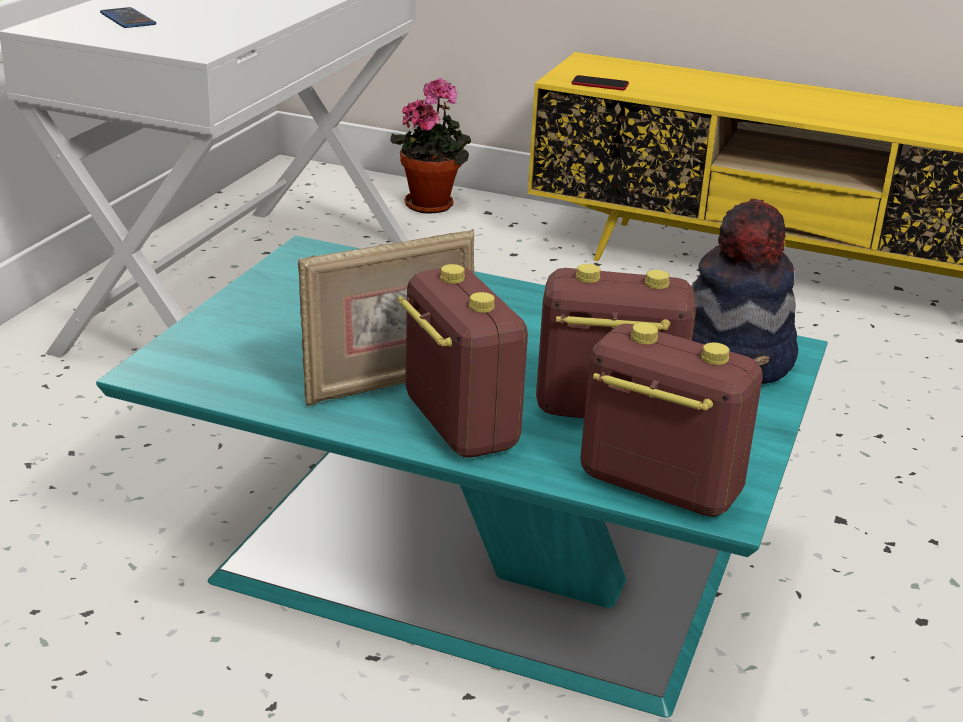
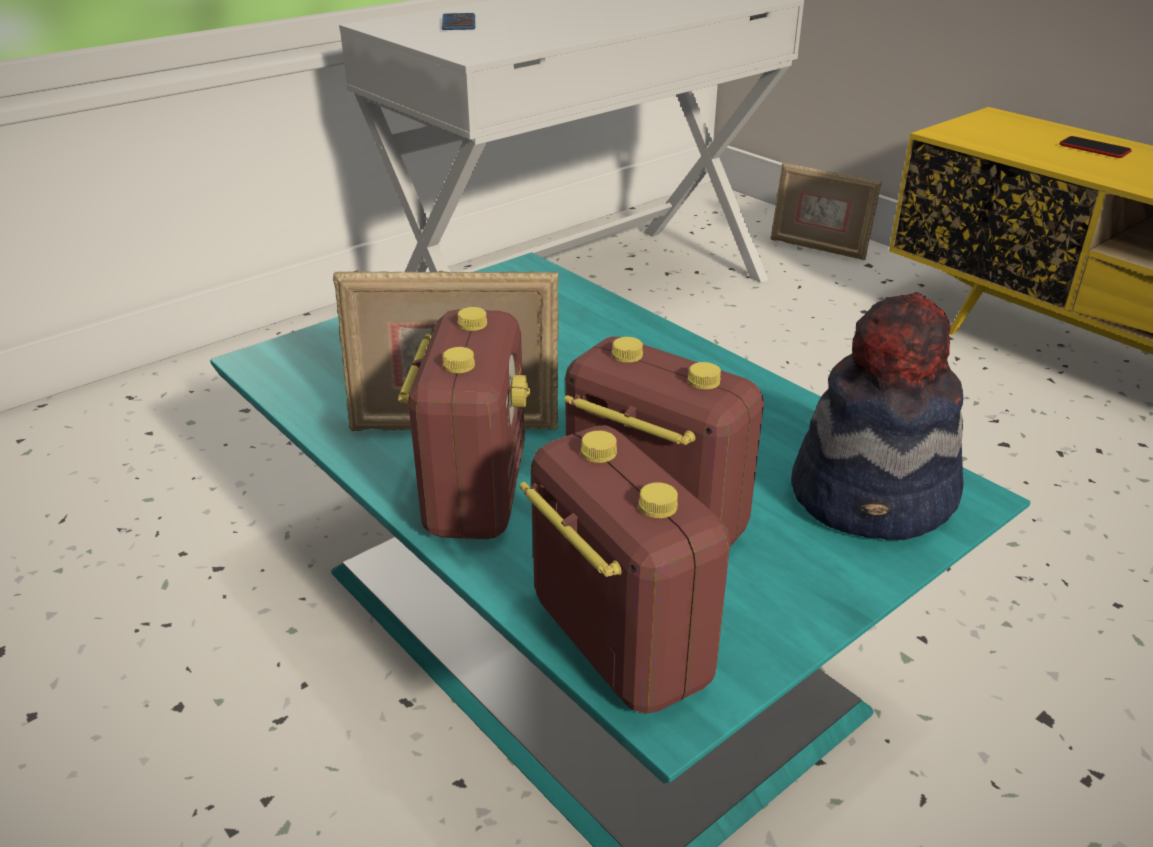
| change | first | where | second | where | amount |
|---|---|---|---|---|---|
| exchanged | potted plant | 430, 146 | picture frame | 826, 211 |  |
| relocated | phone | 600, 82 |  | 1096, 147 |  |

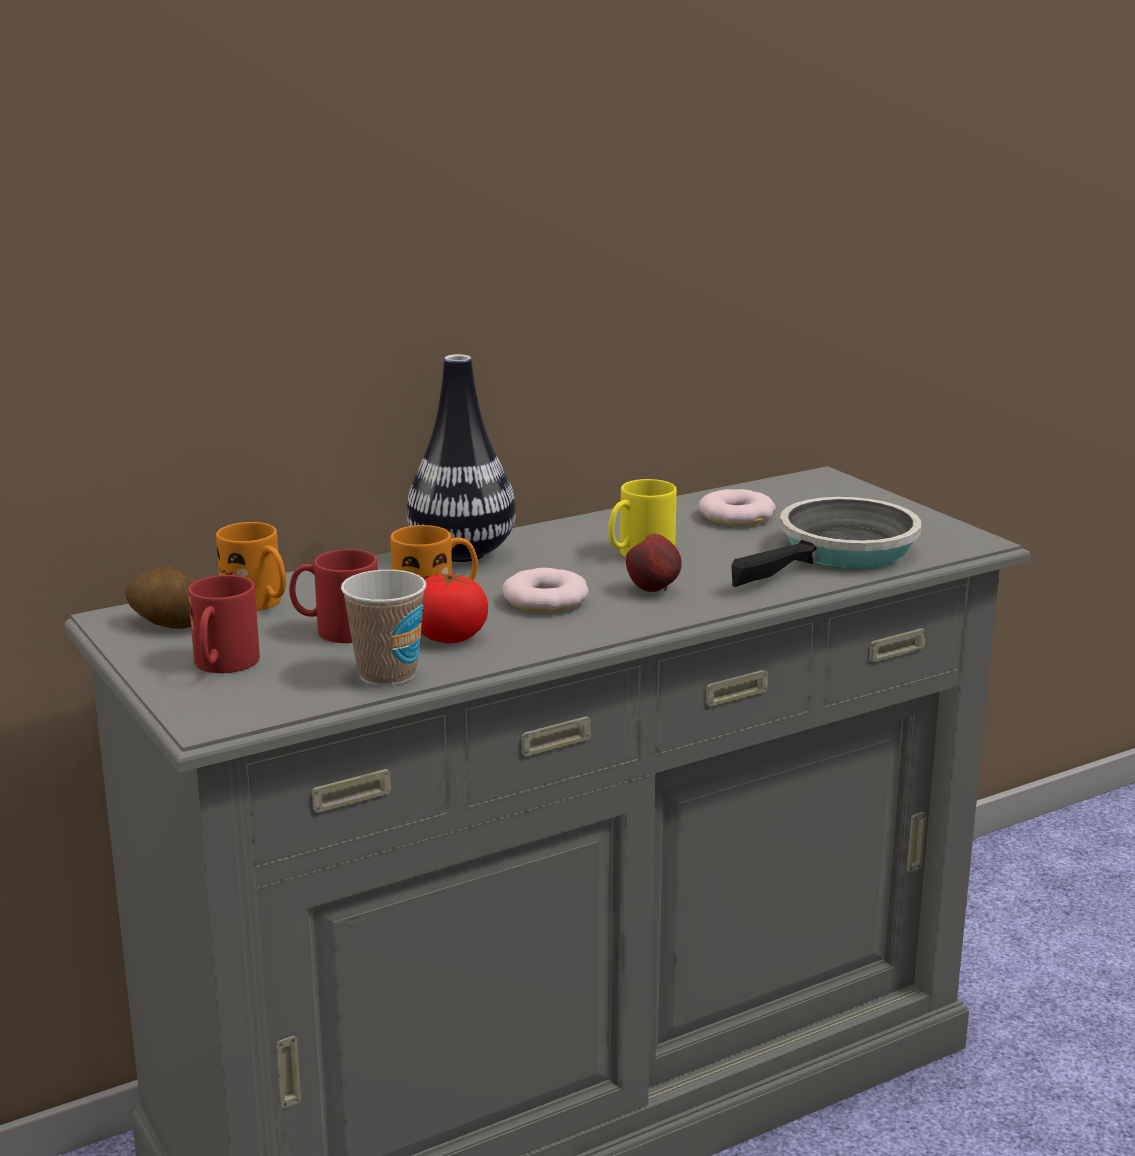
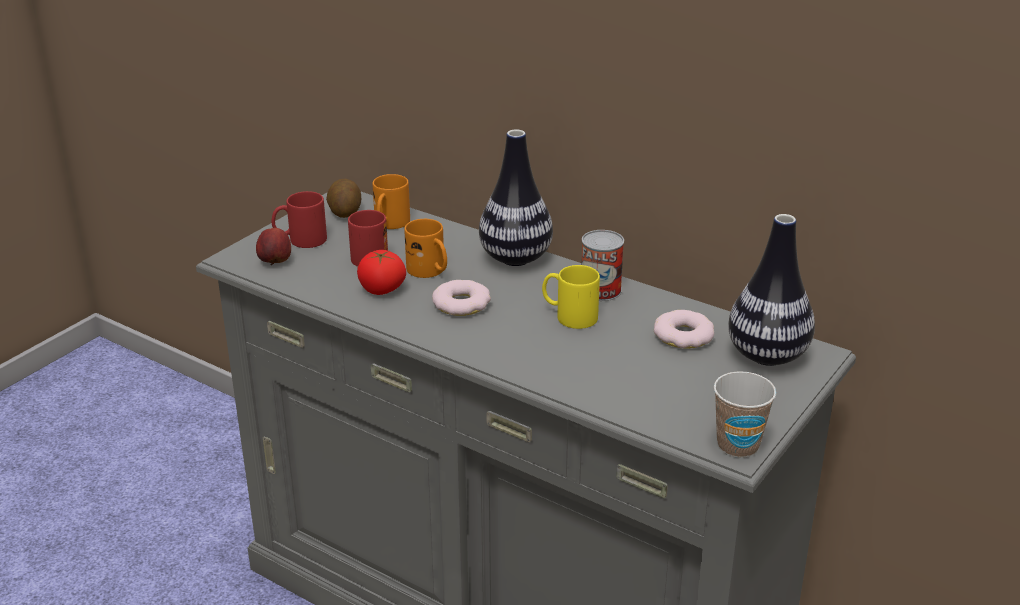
| change | first | where | second | where | amount |
|---|---|---|---|---|---|
| relocated | cup | 383, 628 |  | 745, 414 |  |
| relocated | apple | 654, 563 |  | 273, 246 |  |
| missing | frying pan | 826, 542 |  |  |  |
| appeared |  |  | can | 602, 265 |  |
| appeared |  |  | vase | 771, 290 |  |

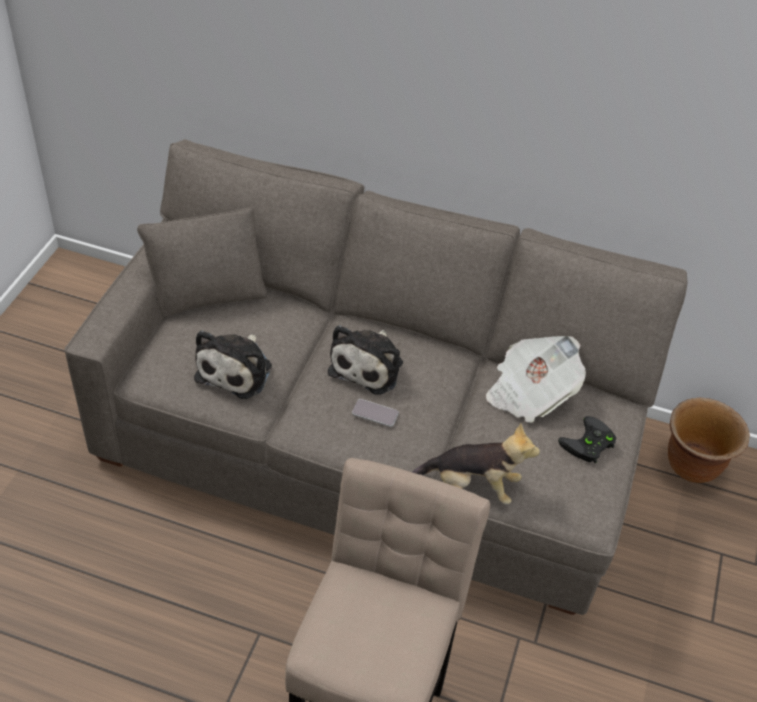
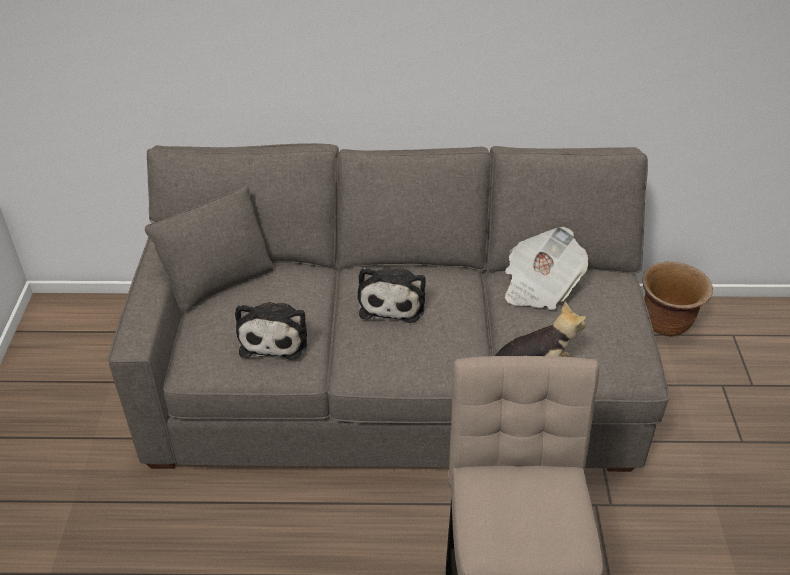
| change | first | where | second | where | amount |
|---|---|---|---|---|---|
| missing | phone | 375, 413 |  |  |  |
| missing | black game controller | 587, 439 |  |  |  |

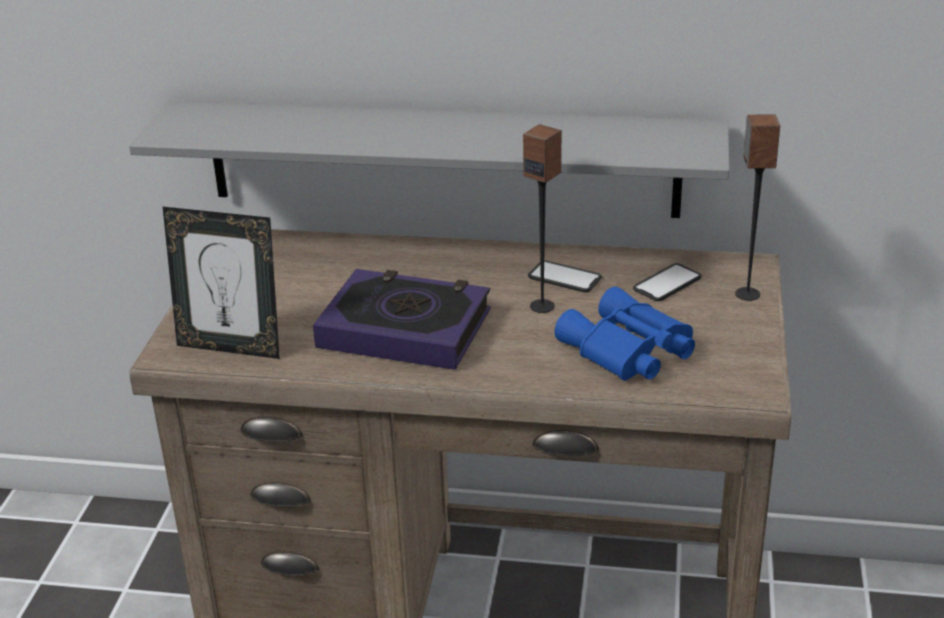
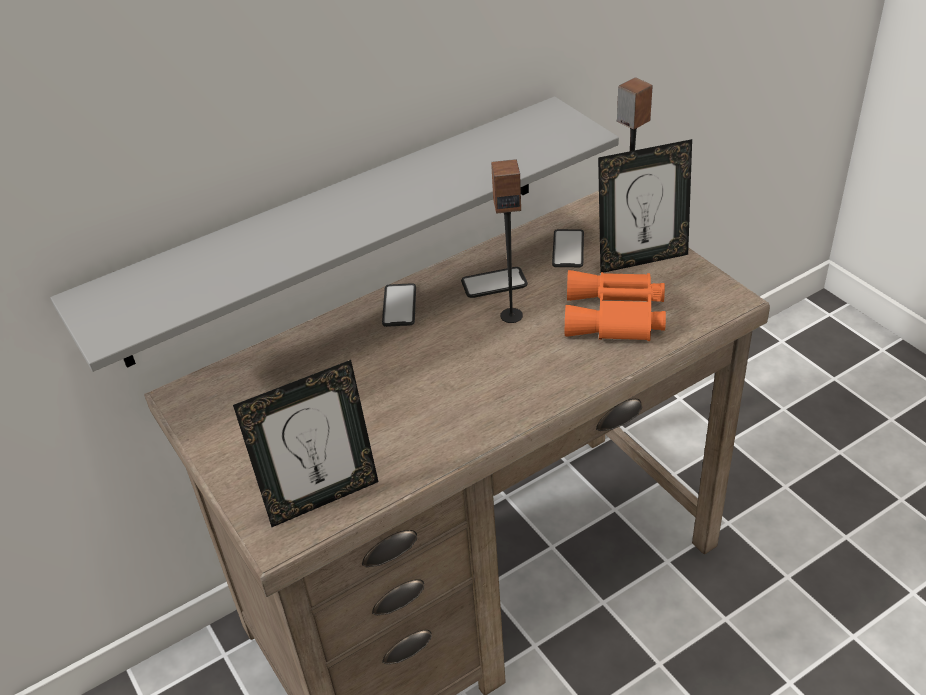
| change | first | where | second | where | amount |
|---|---|---|---|---|---|
| missing | book | 402, 319 |  |  |  |
| colour | blue binoculars | 624, 334 | orange binoculars | 615, 305 |  |
| appeared |  |  | phone | 399, 305 |  |
| appeared |  |  | picture frame | 645, 206 |  |

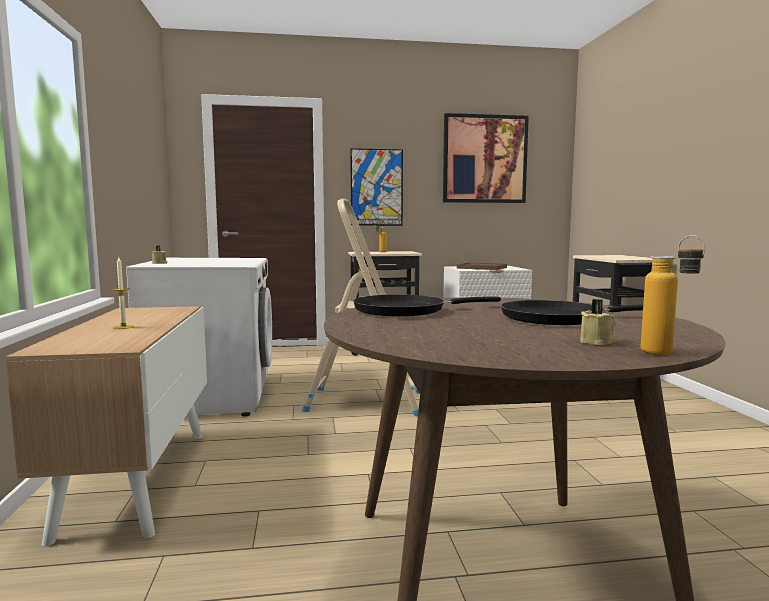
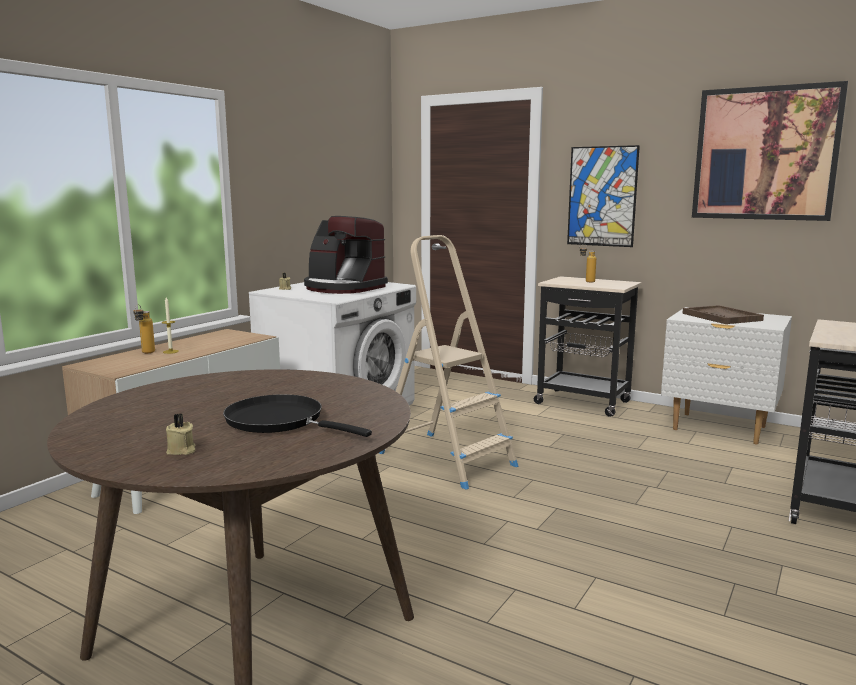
| change | first | where | second | where | amount |
|---|---|---|---|---|---|
| missing | black frying pan | 427, 305 |  |  |  |
| relocated | bottle | 673, 295 |  | 144, 329 |  |
| appeared |  |  | coffee machine | 346, 255 |  |

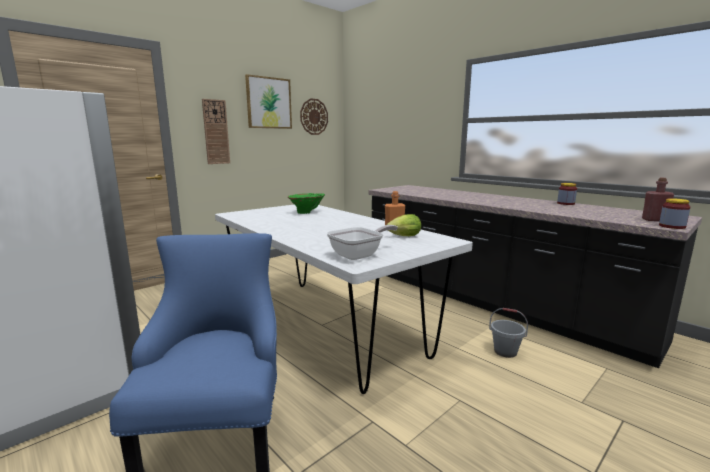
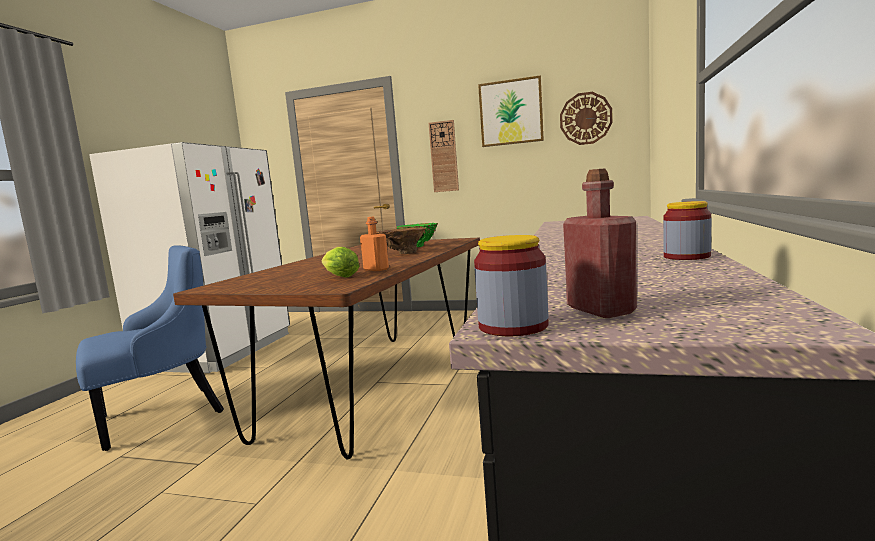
| change | first | where | second | where | amount |
|---|---|---|---|---|---|
| colour | white dining table | 344, 299 | brown dining table | 326, 349 |  |
| missing | frying pan | 362, 242 |  |  |  |
| missing | grey bucket | 508, 333 |  |  |  |
| appeared |  |  | brown vase | 401, 240 |  |

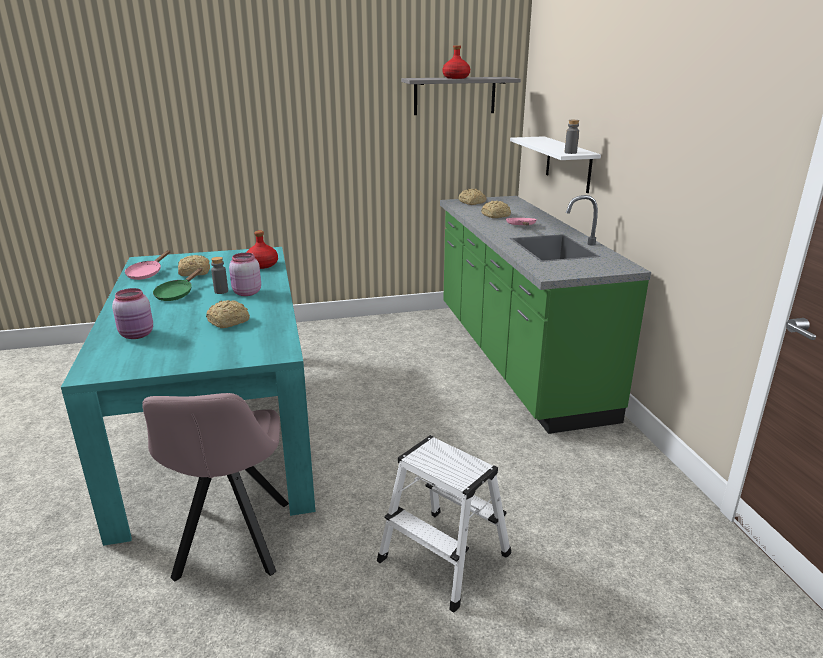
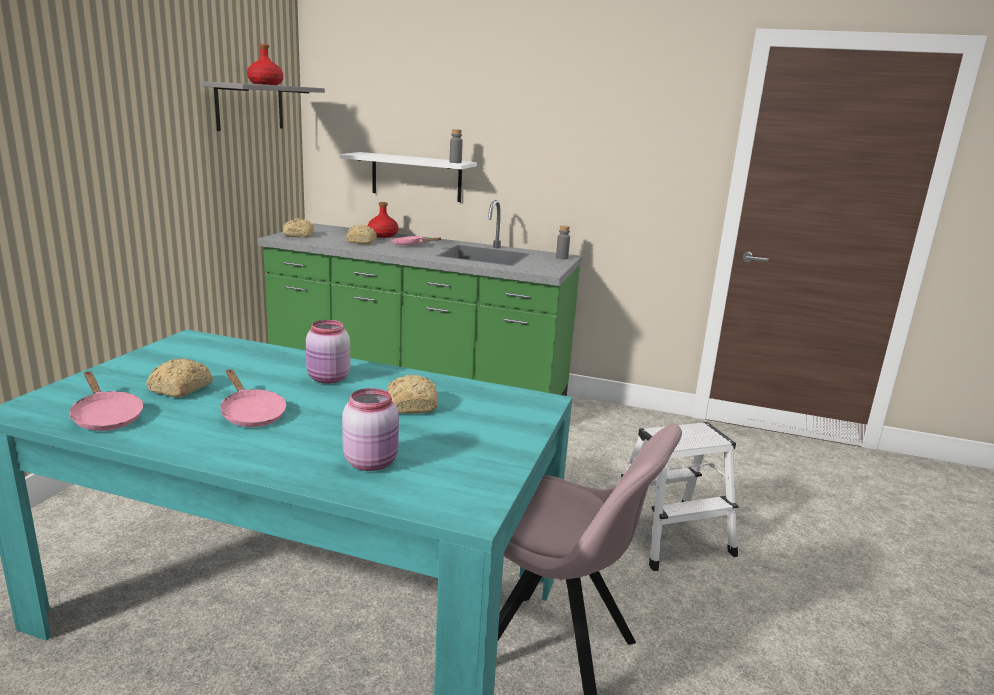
| change | first | where | second | where | amount |
|---|---|---|---|---|---|
| colour | green frying pan | 177, 284 | pink frying pan | 253, 398 |  |
| relocated | grey bottle | 219, 275 |  | 563, 242 |  |
| relocated | red bottle | 262, 250 |  | 383, 220 |  |

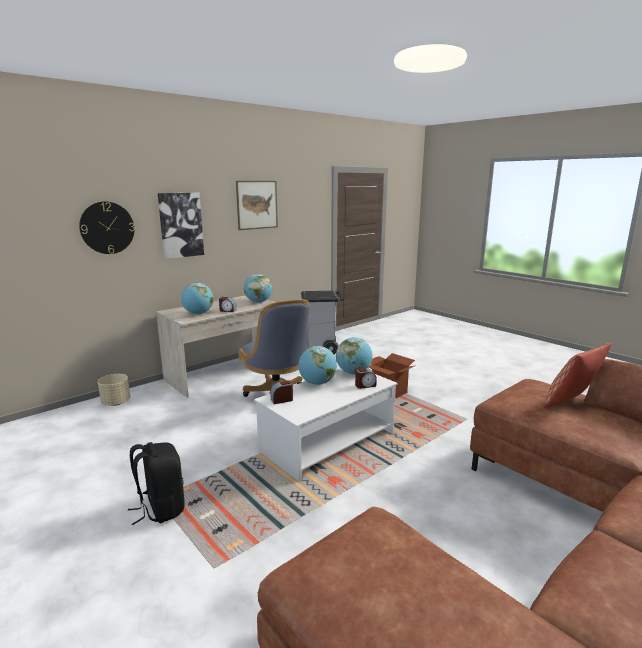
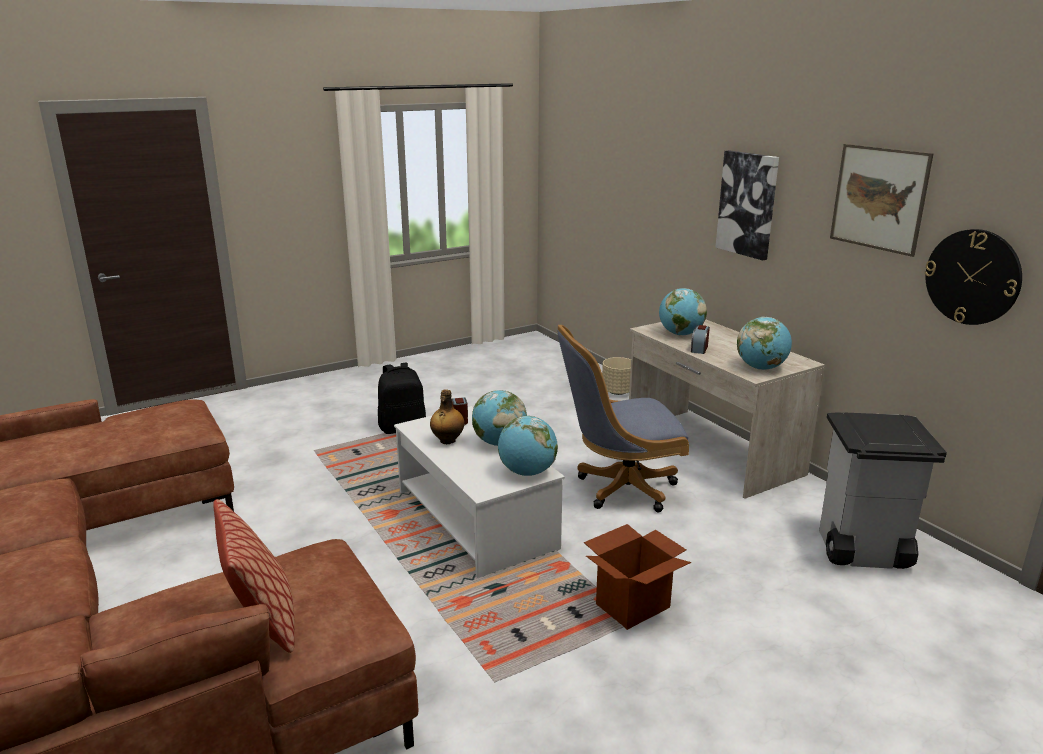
| change | first | where | second | where | amount |
|---|---|---|---|---|---|
| relocated | wall clock | 107, 227 |  | 973, 277 |  |
| missing | alarm clock | 366, 378 |  |  |  |
| appeared |  |  | bottle | 447, 417 |  |

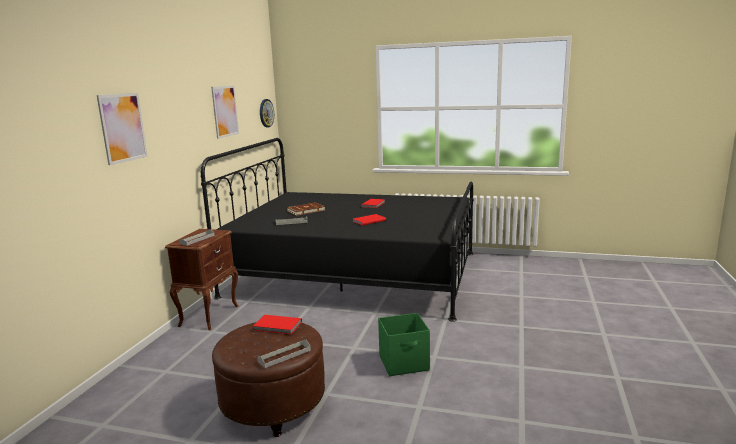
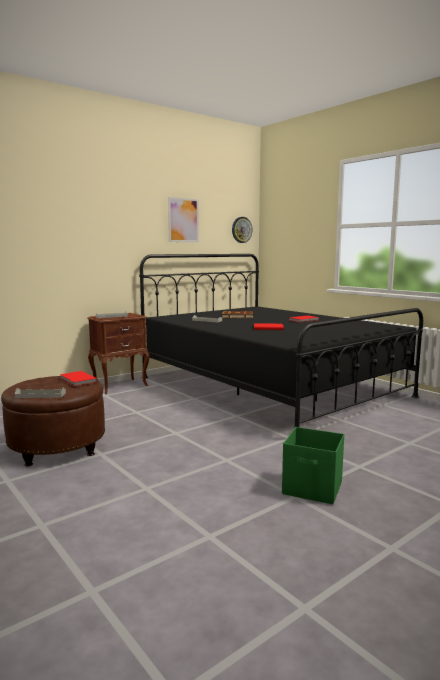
| change | first | where | second | where | amount |
|---|---|---|---|---|---|
| missing | picture | 122, 129 |  |  |  |
| relocated | green storage box | 404, 344 |  | 313, 465 |  |

